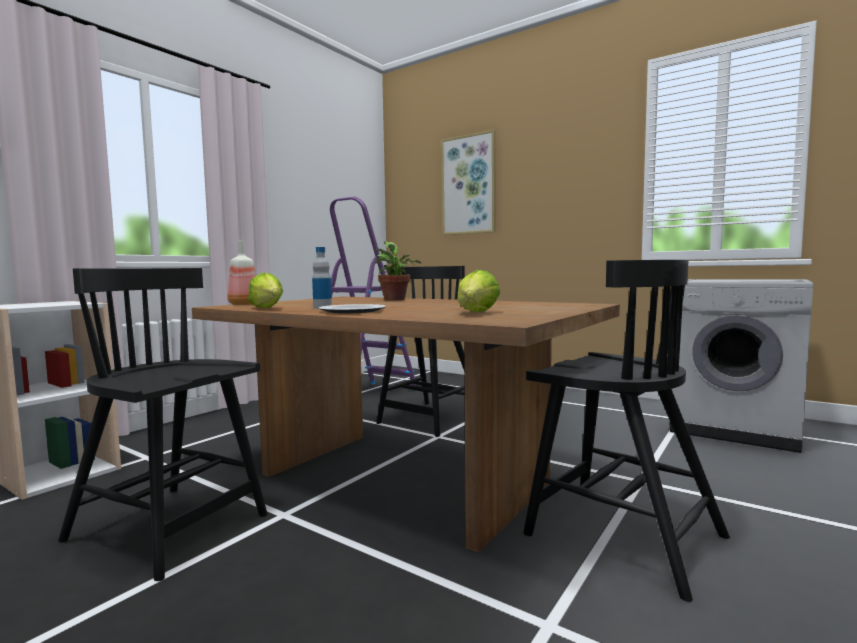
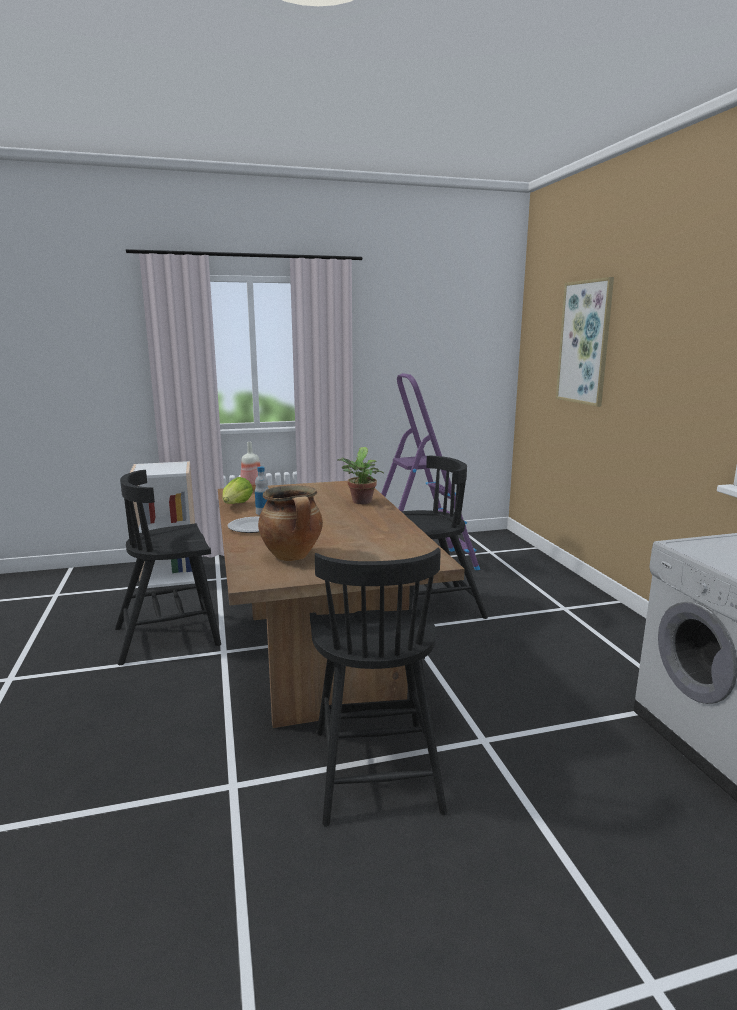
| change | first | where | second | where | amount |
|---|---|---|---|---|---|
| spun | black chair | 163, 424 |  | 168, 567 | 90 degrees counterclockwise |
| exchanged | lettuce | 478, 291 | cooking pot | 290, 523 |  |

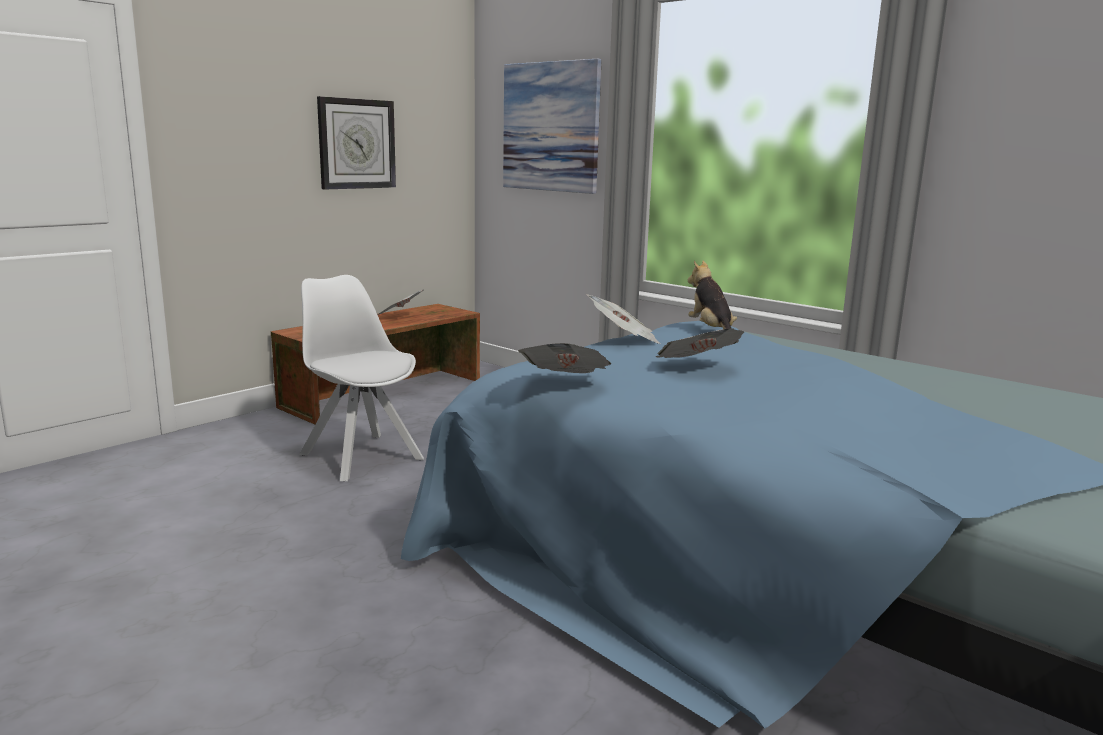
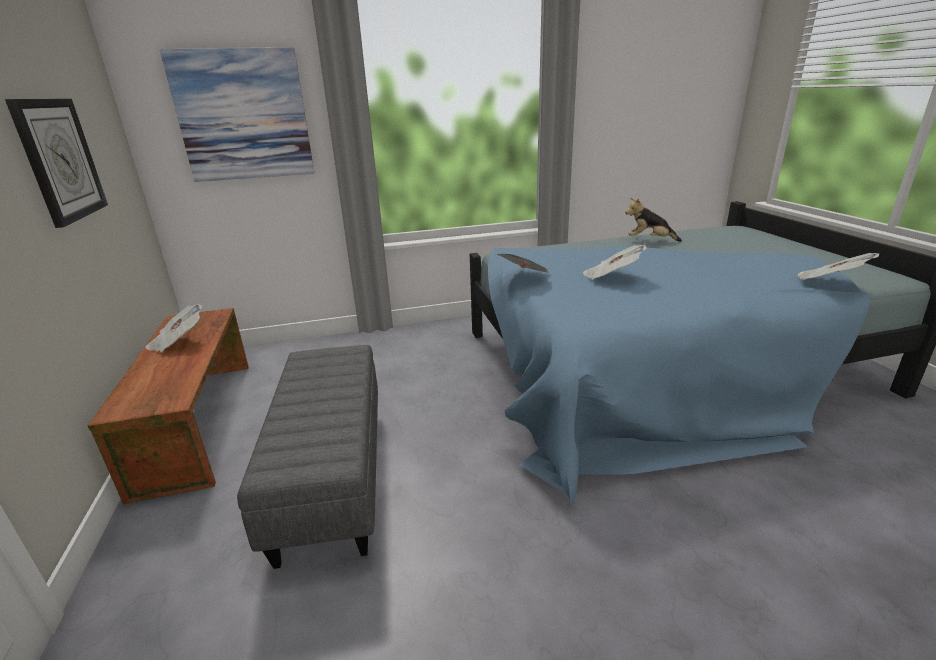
| change | first | where | second | where | amount |
|---|---|---|---|---|---|
| exchanged | white chair | 361, 378 | grey ottoman | 307, 457 |  |
| relocated | newspaper | 564, 358 |  | 838, 266 |  |
| relocated | plush toy | 713, 301 |  | 653, 220 |  |

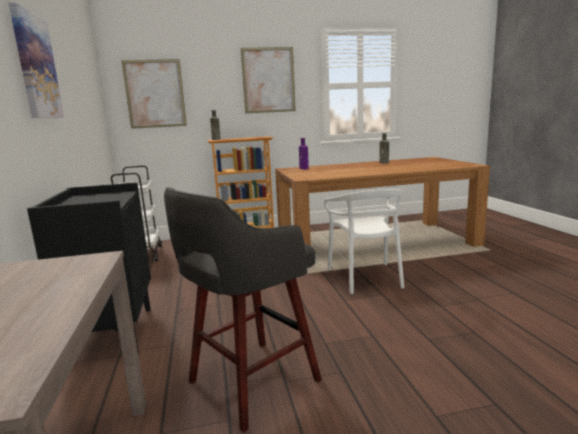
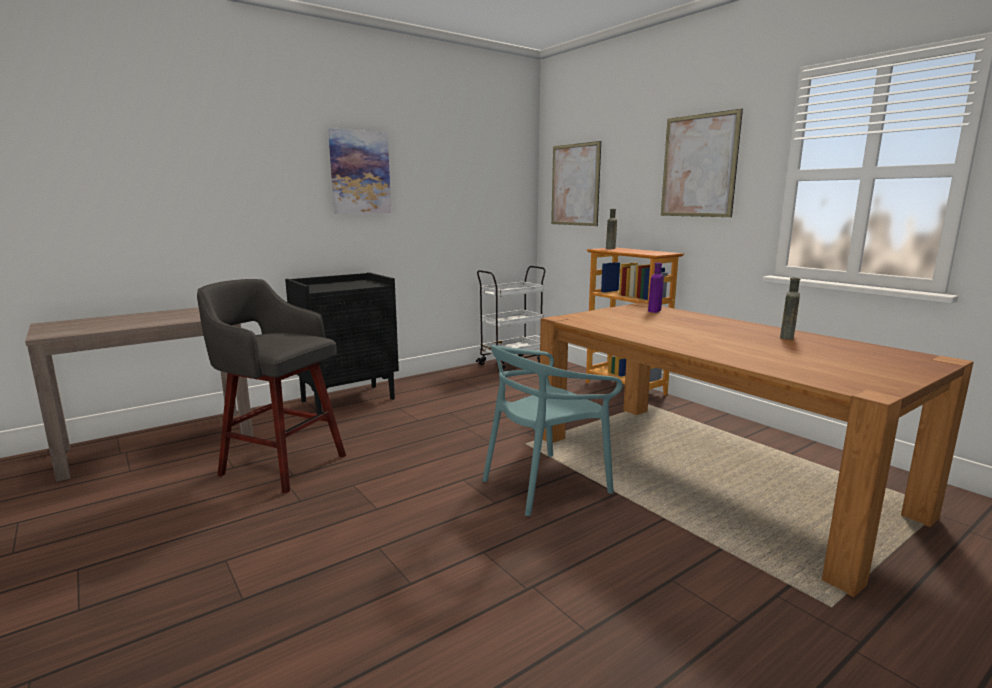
| change | first | where | second | where | amount |
|---|---|---|---|---|---|
| colour | white chair | 364, 241 | turquoise chair | 552, 430 |  |

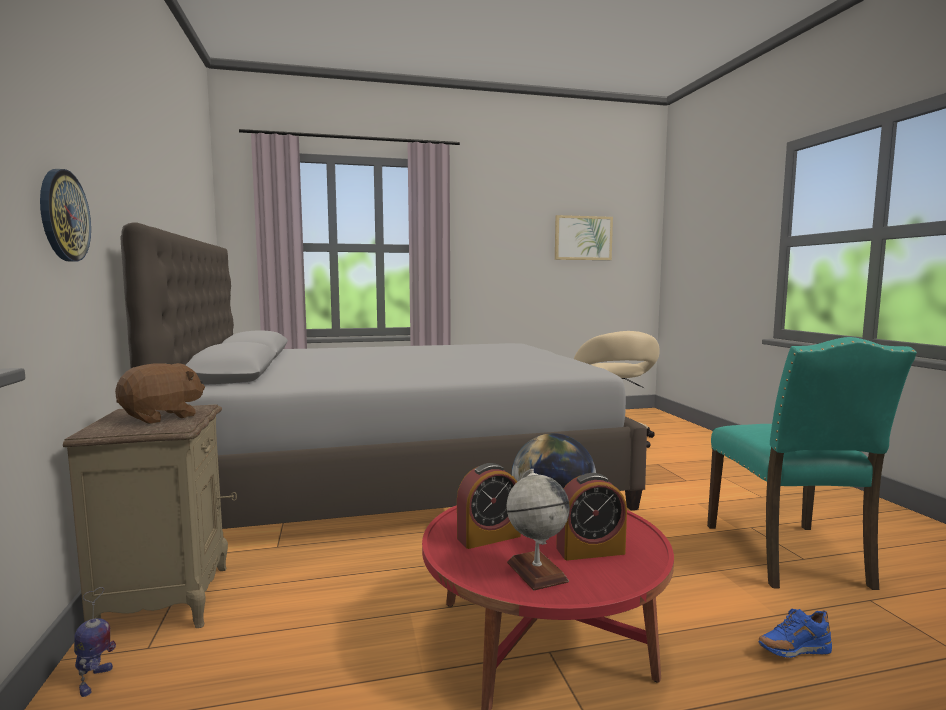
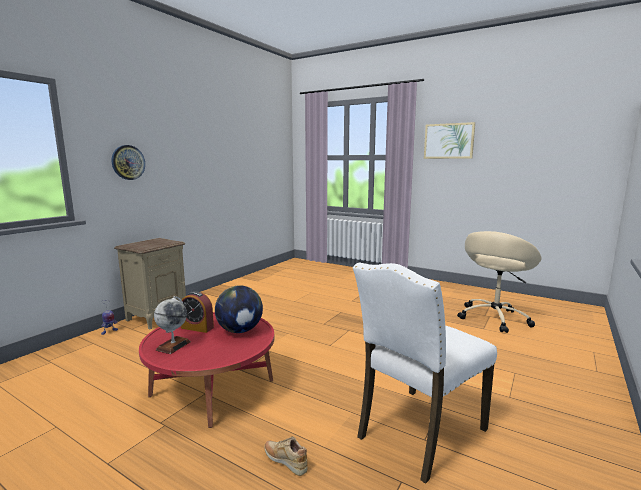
| change | first | where | second | where | amount |
|---|---|---|---|---|---|
| missing | brown plush toy | 160, 393 |  |  |  |
| missing | grey bed | 383, 375 |  |  |  |
| relocated | picture | 584, 237 |  | 449, 140 |  |
| missing | alarm clock | 591, 517 |  |  |  |
| colour | turquoise chair | 812, 463 | white chair | 425, 373 |  |
| colour | blue shoe | 795, 633 | beige shoe | 286, 456 |  |

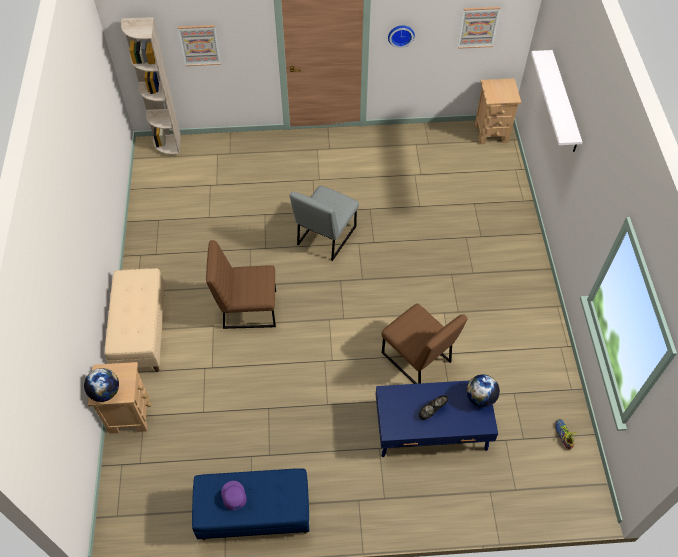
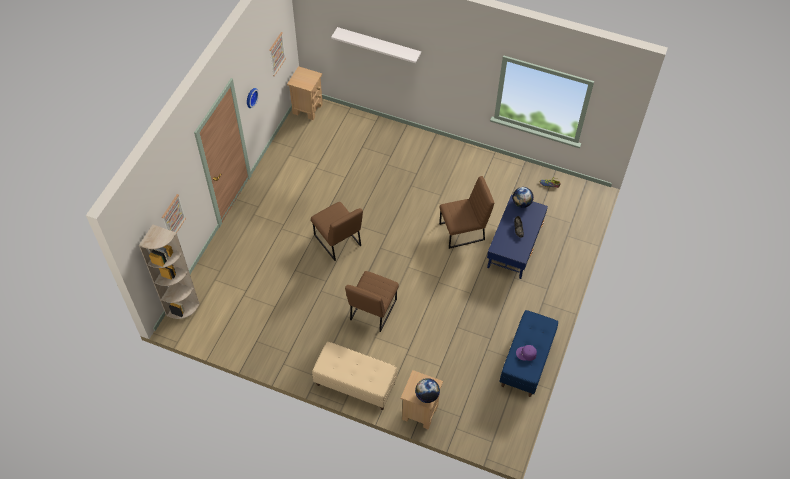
| change | first | where | second | where | amount |
|---|---|---|---|---|---|
| colour | grey chair | 324, 223 | brown chair | 337, 231 |  |

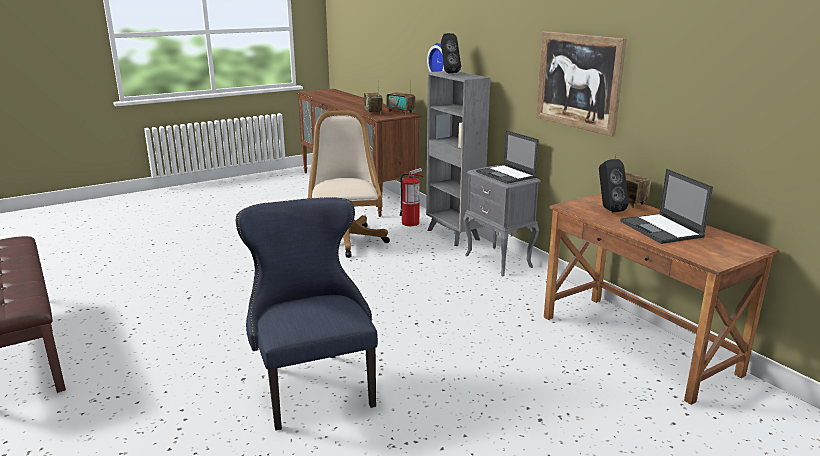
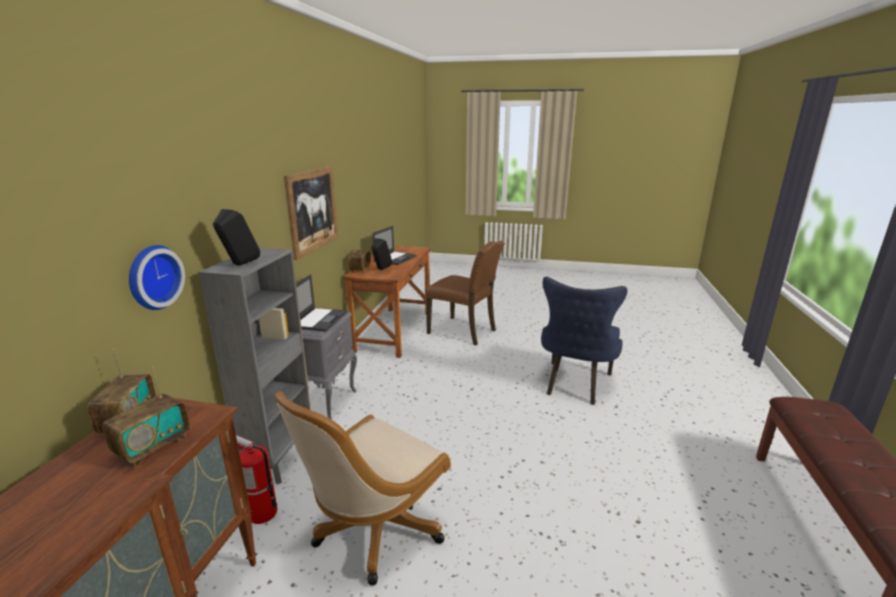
| change | first | where | second | where | amount |
|---|---|---|---|---|---|
| appeared |  |  | brown chair | 465, 293 |  |

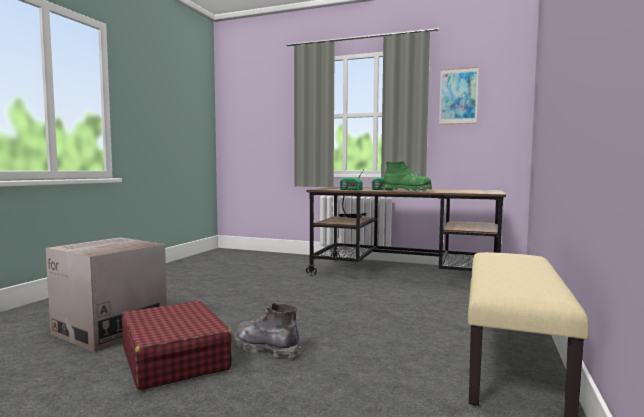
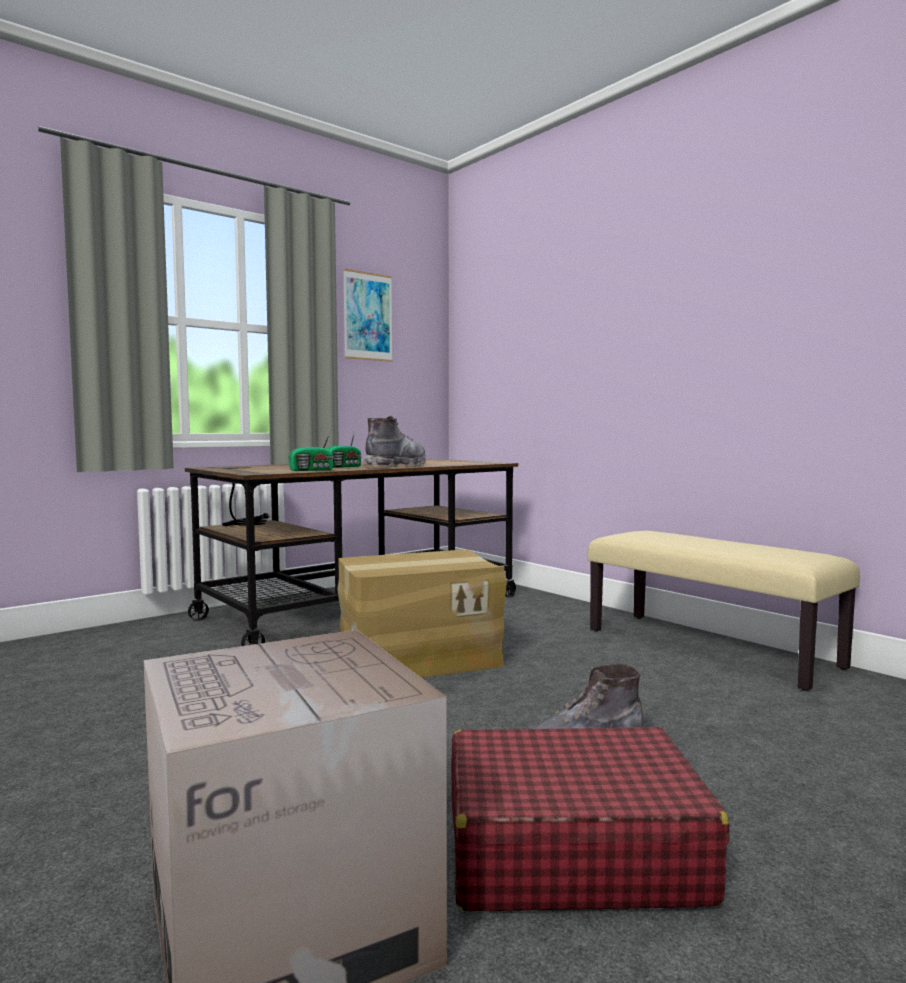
| change | first | where | second | where | amount |
|---|---|---|---|---|---|
| colour | green boot | 407, 176 | grey boot | 395, 441 |  |
| appeared |  |  | cardboard box | 422, 614 |  |

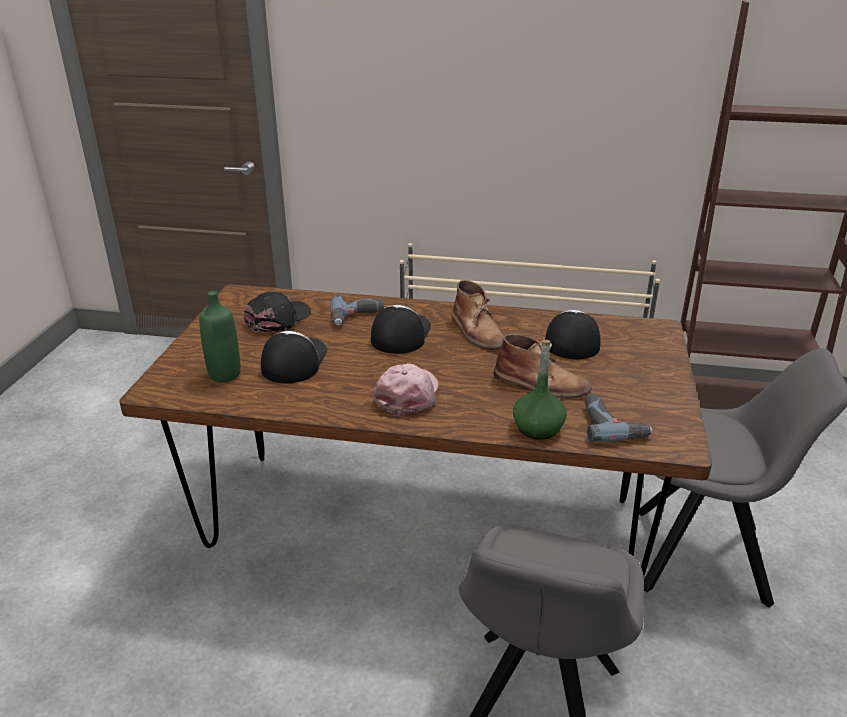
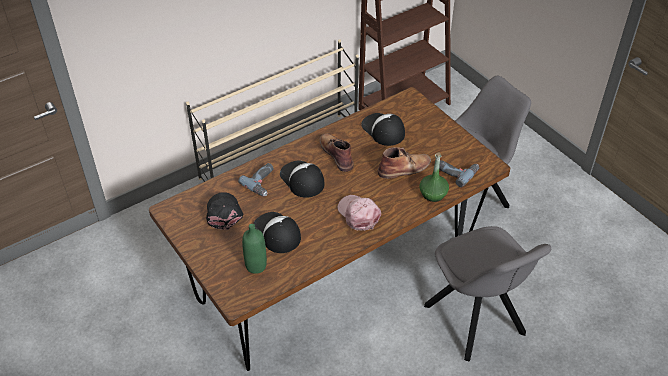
| change | first | where | second | where | amount |
|---|---|---|---|---|---|
| spun | brown boot | 478, 315 |  | 337, 152 | 135 degrees counterclockwise |

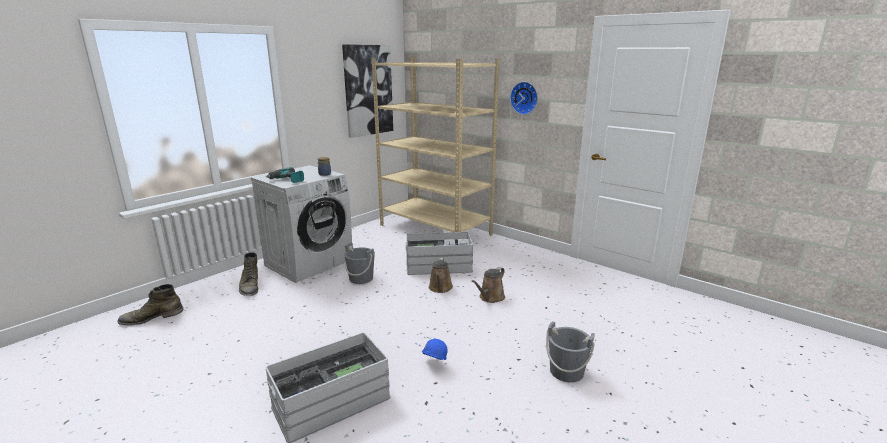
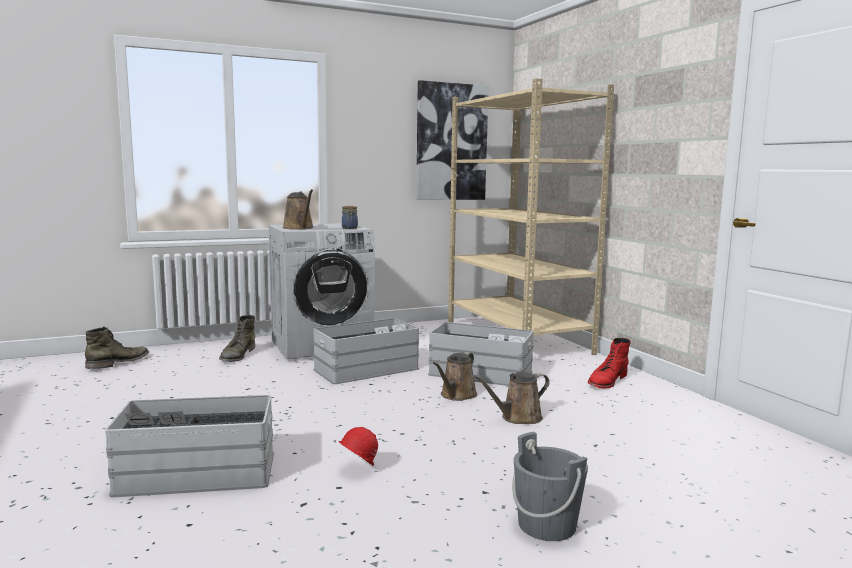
| change | first | where | second | where | amount |
|---|---|---|---|---|---|
| spun | green boot | 150, 304 |  | 117, 348 | 120 degrees clockwise |
| exchanged | power drill | 285, 175 | brown watering can | 298, 209 |  |
| exchanged | grey bucket | 359, 263 | grey storage box | 366, 351 |  |
| colour | blue hard hat | 435, 349 | red hard hat | 358, 446 |  |
| missing | wall clock | 524, 98 |  |  |  |
| appeared |  |  | red boot | 609, 363 |  |

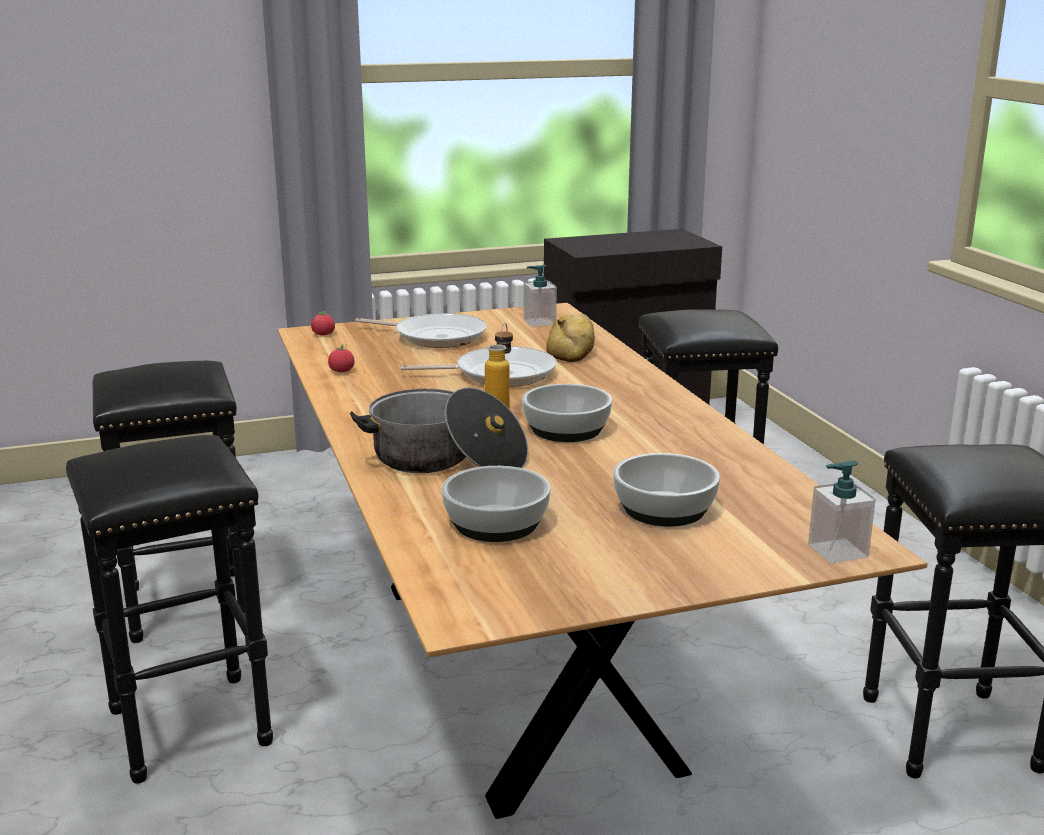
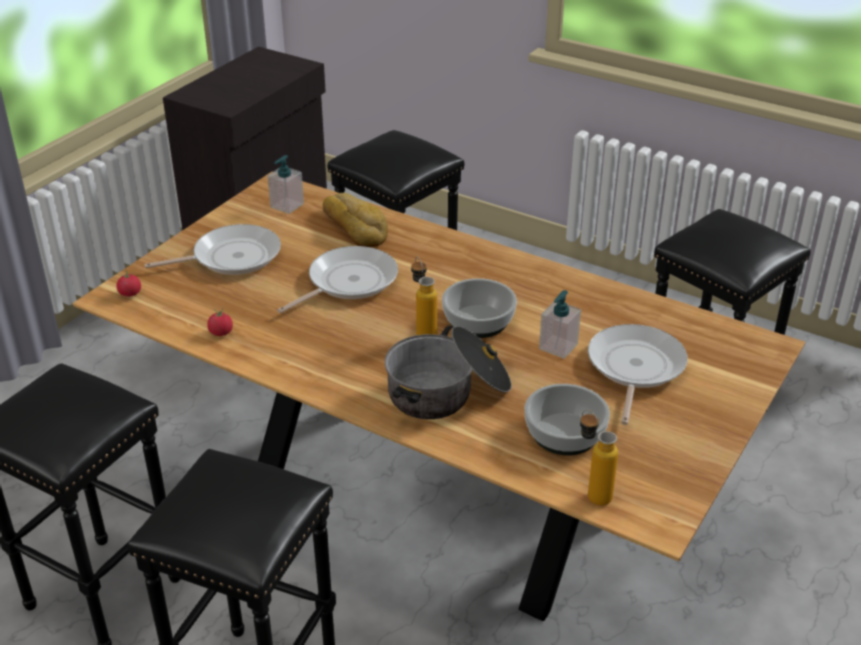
| change | first | where | second | where | amount |
|---|---|---|---|---|---|
| exchanged | bowl | 666, 490 | frying pan | 638, 374 |  |
| relocated | soap dispenser | 842, 512 |  | 560, 324 |  |
| appeared |  |  | bottle | 599, 458 |  |

